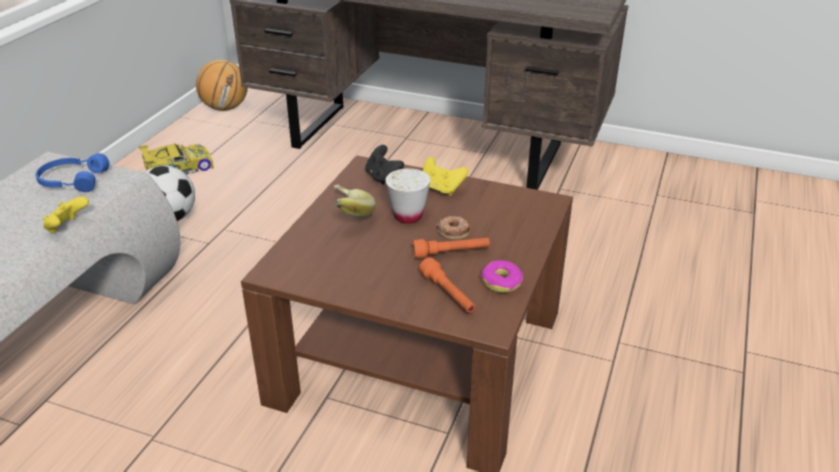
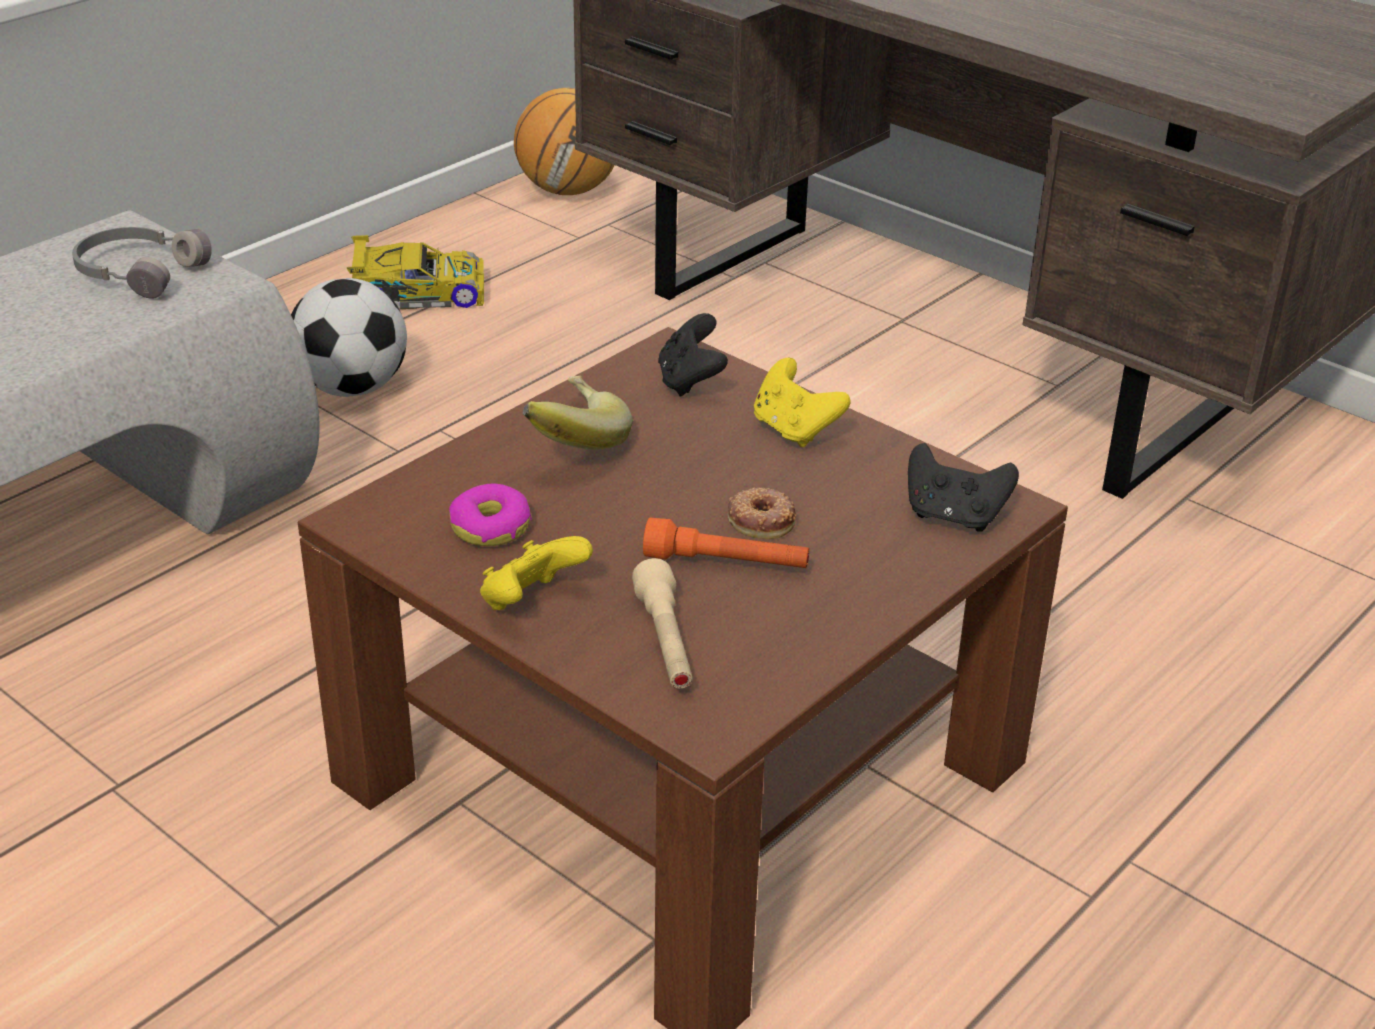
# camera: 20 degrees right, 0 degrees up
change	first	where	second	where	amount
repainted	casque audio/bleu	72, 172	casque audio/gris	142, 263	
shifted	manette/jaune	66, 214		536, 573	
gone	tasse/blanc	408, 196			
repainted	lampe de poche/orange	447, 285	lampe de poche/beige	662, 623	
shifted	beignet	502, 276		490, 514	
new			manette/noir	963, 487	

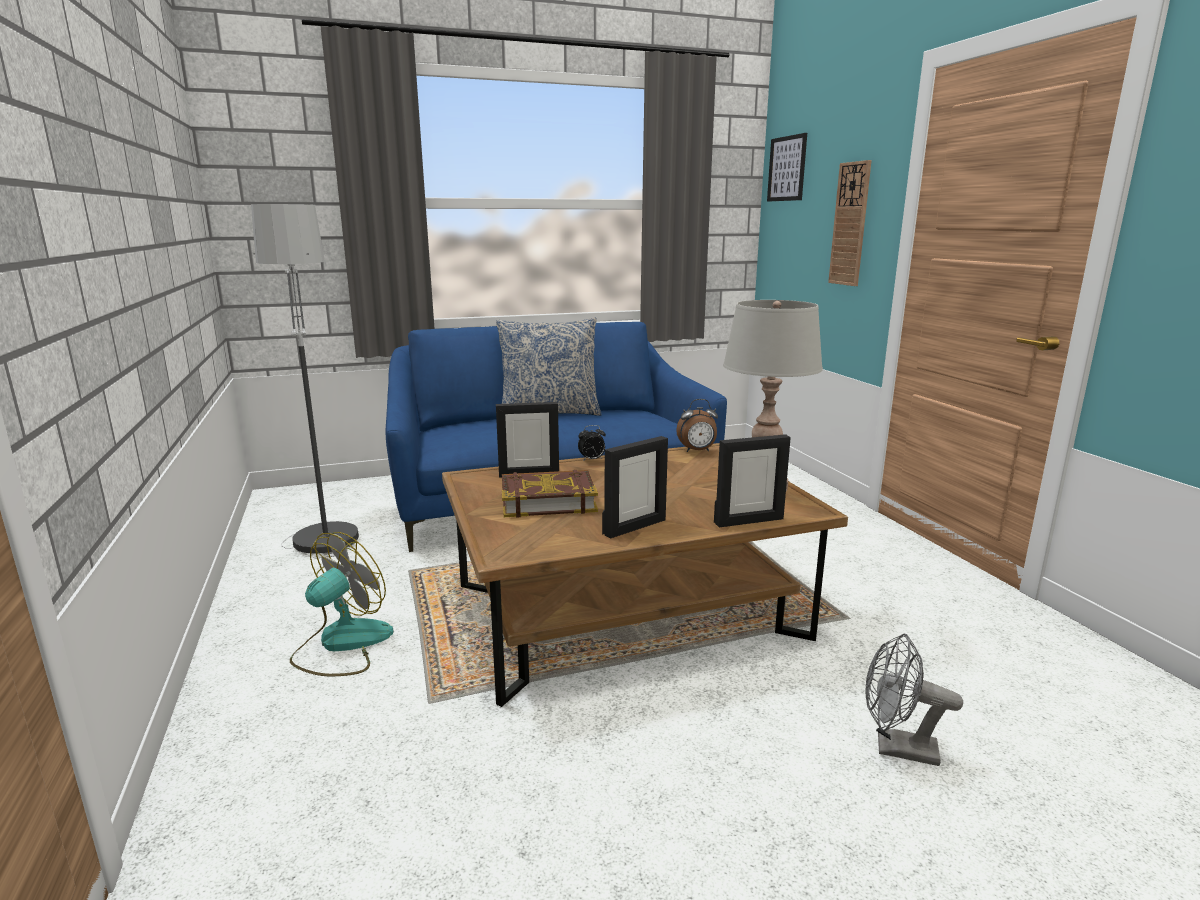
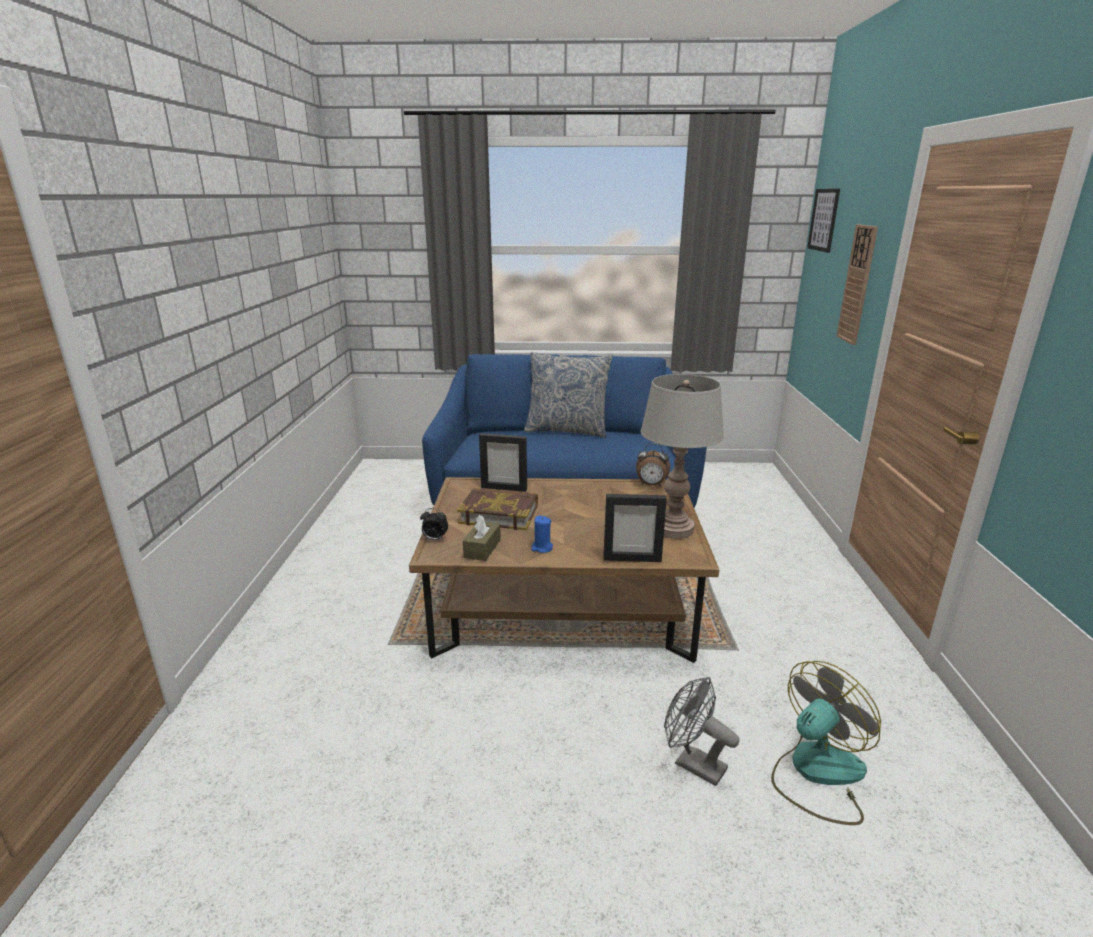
# camera: 20 degrees right, 5 degrees up
change	first	where	second	where	amount
gone	lampadaire	305, 381			
shifted	ventilateur	342, 604		826, 743	
shifted	réveil	592, 442		434, 524	
swapped	cadre photo	635, 487	bougie/bleu	542, 534	
new			boîte à mouchoirs/marron	482, 537	

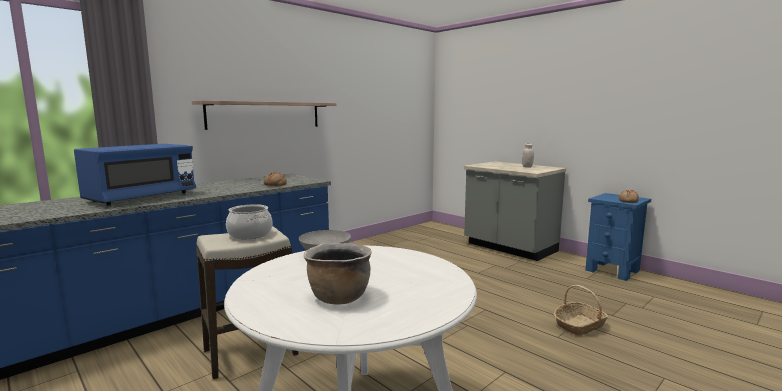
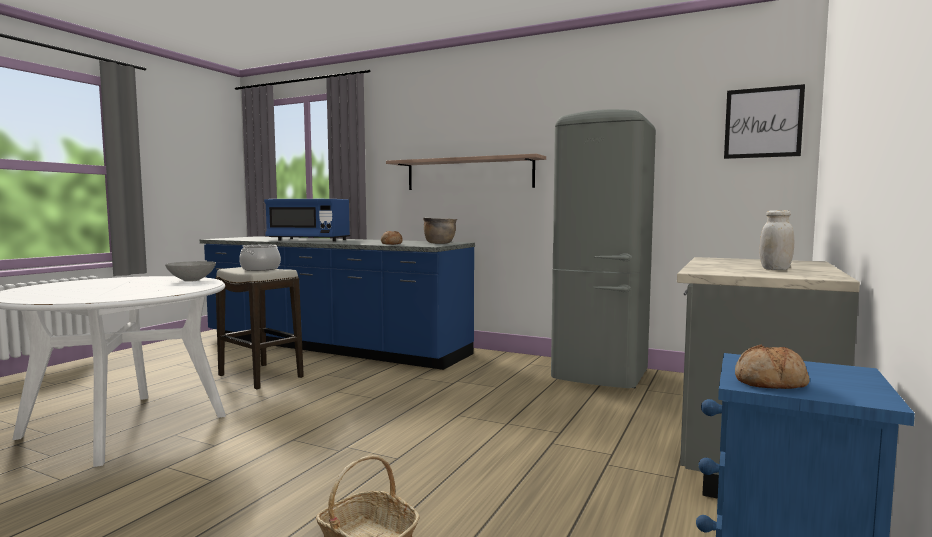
# camera: 70 degrees right, 5 degrees down
change	first	where	second	where	amount
shifted	marmite/marron	338, 274		440, 230	
new			réfrigérateur/gris	603, 248	
new			tableau	764, 121	

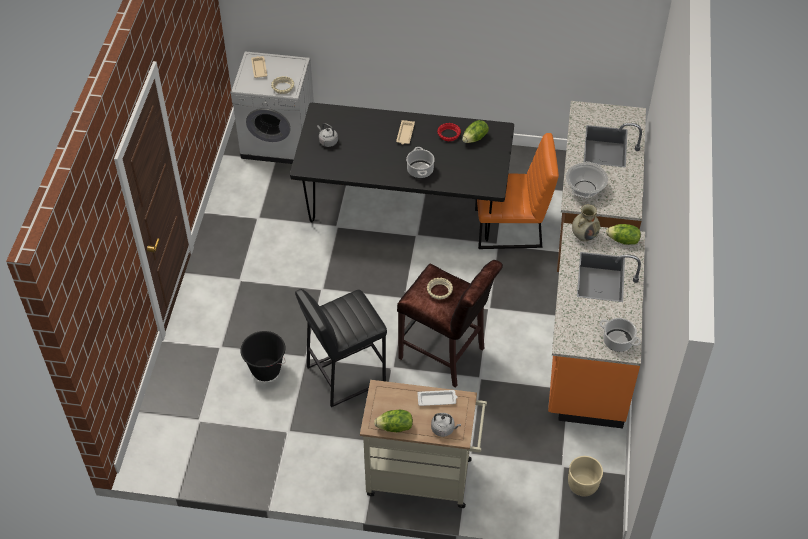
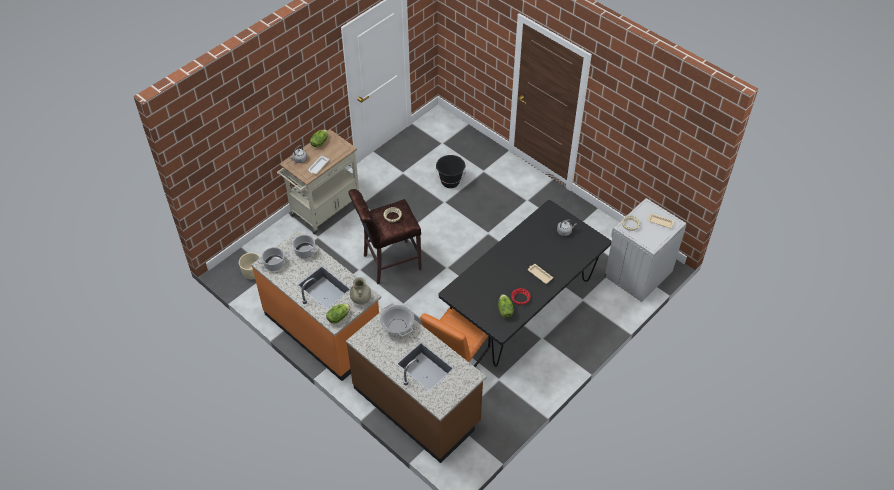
# camera: 125 degrees right, 0 degrees up
change	first	where	second	where	amount
gone	tabouret/noir	341, 348			
shifted	marmite	420, 162		304, 246	

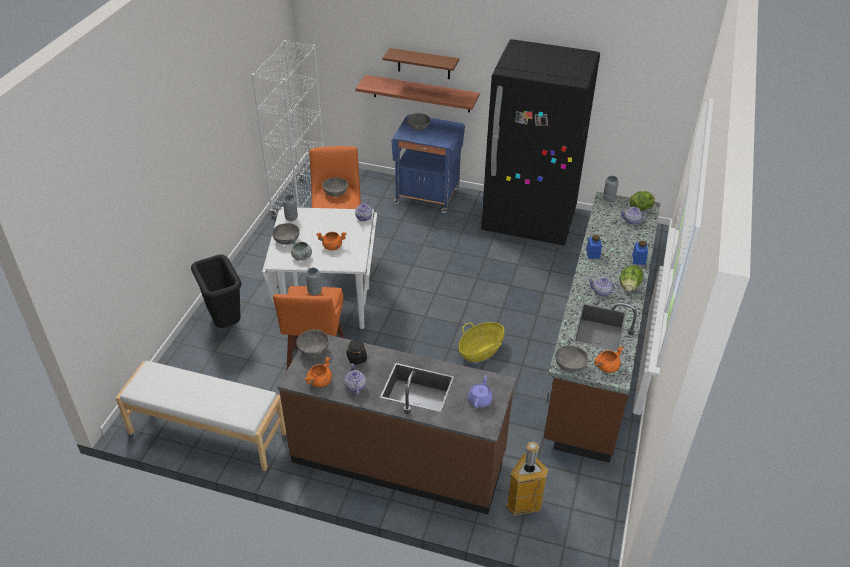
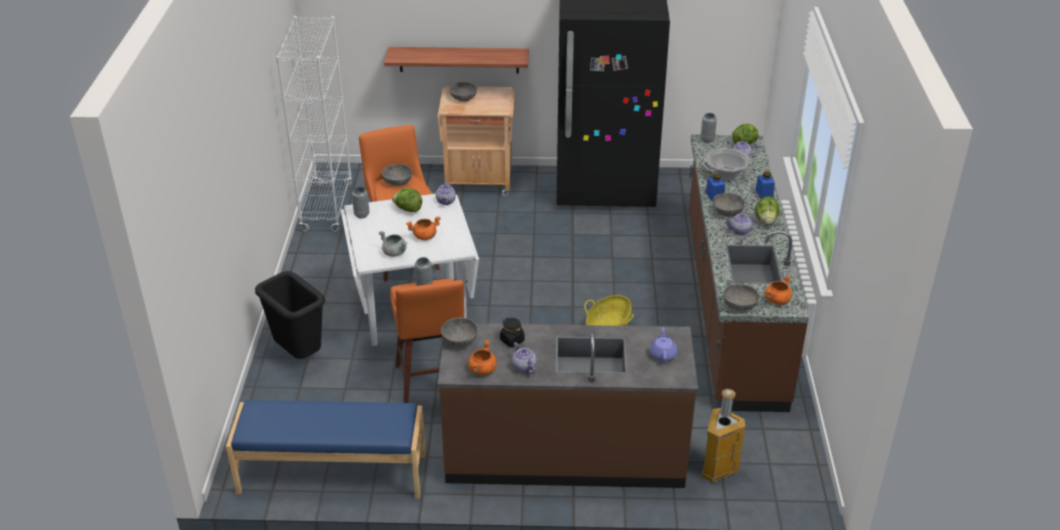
# camera: 15 degrees left, 5 degrees down
change	first	where	second	where	amount
repainted	banc/blanc	201, 416	banc/bleu	326, 449	
shifted	bol/gris	286, 234		729, 204	
gone	étagère/marron	420, 63			
repainted	chariot/bleu	428, 163	chariot/marron	476, 141	
new			laitue	407, 200	
new			marmite	727, 164	

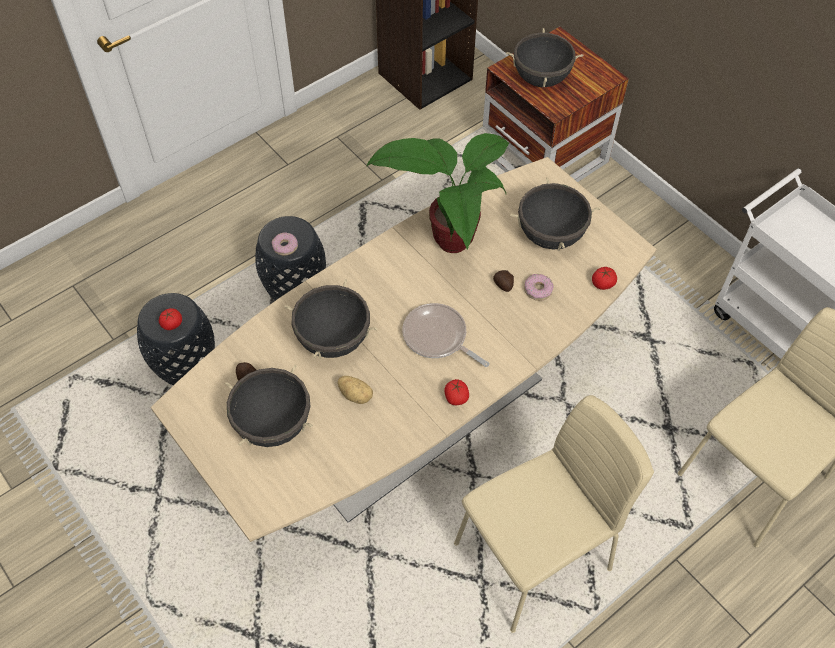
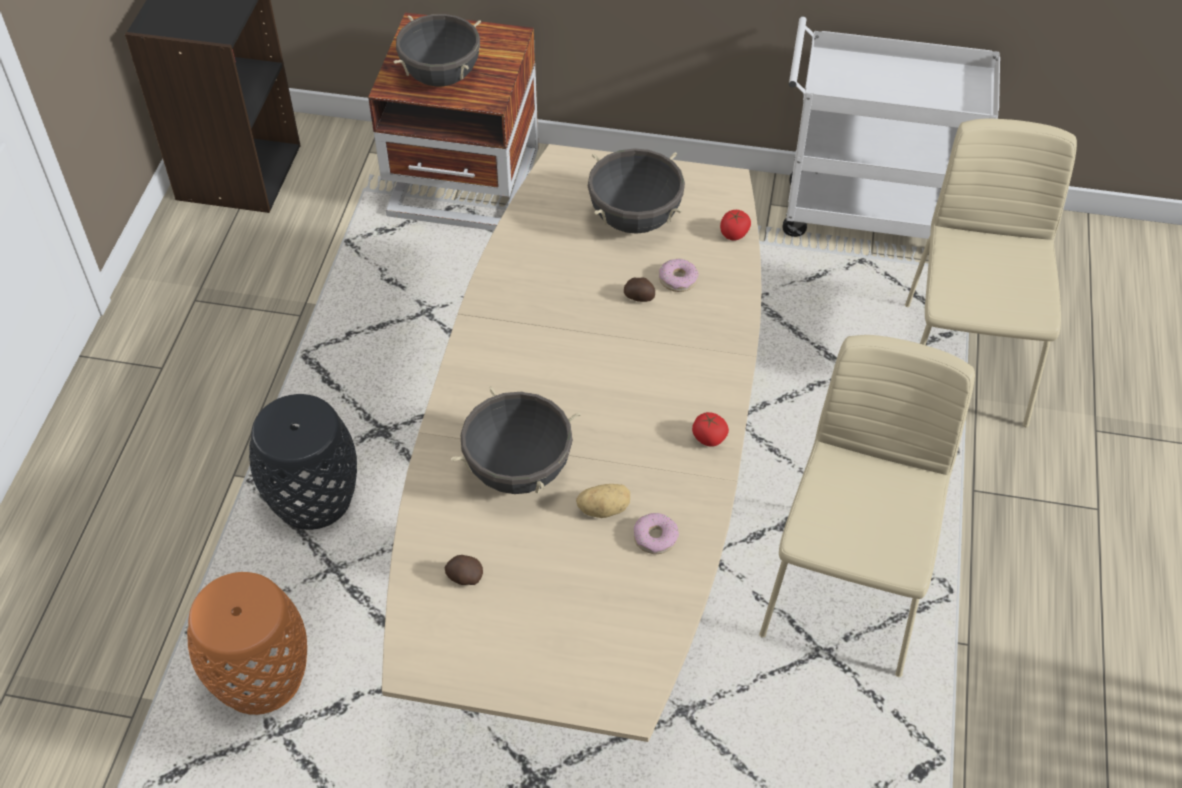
# camera: 40 degrees left, 5 degrees down
change	first	where	second	where	amount
repainted	tabouret/noir	176, 339	tabouret/orange	247, 643	
gone	tomate	170, 319			
gone	marmite/noir	269, 406			
shifted	beignet	285, 243		656, 533	
gone	plante en pot	438, 193			
gone	poêle	445, 335			

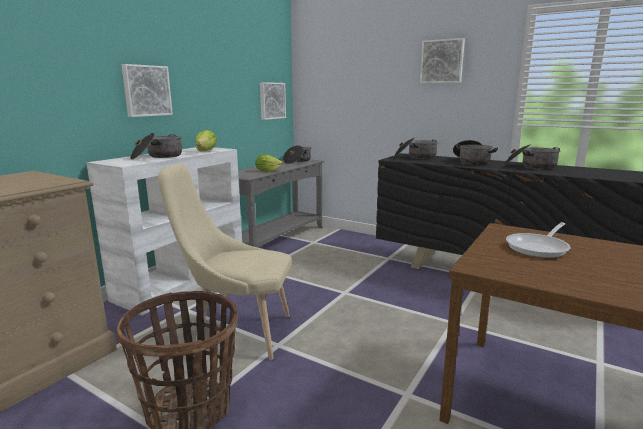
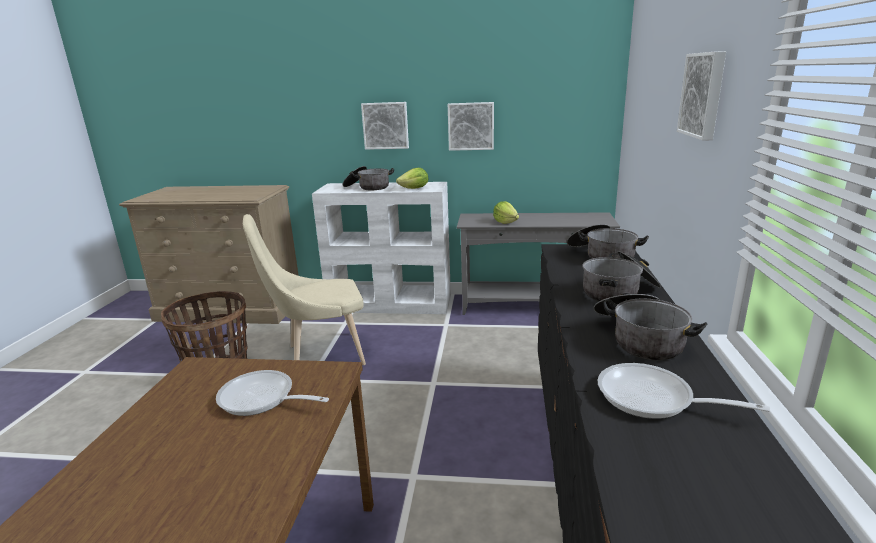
# camera: 65 degrees right, 5 degrees up
change	first	where	second	where	amount
rotated	chaise/beige	225, 262		304, 289	90 degrees counterclockwise
shifted	tableau	273, 101		471, 126	
gone	marmite	297, 154			
new			poêle	684, 391	

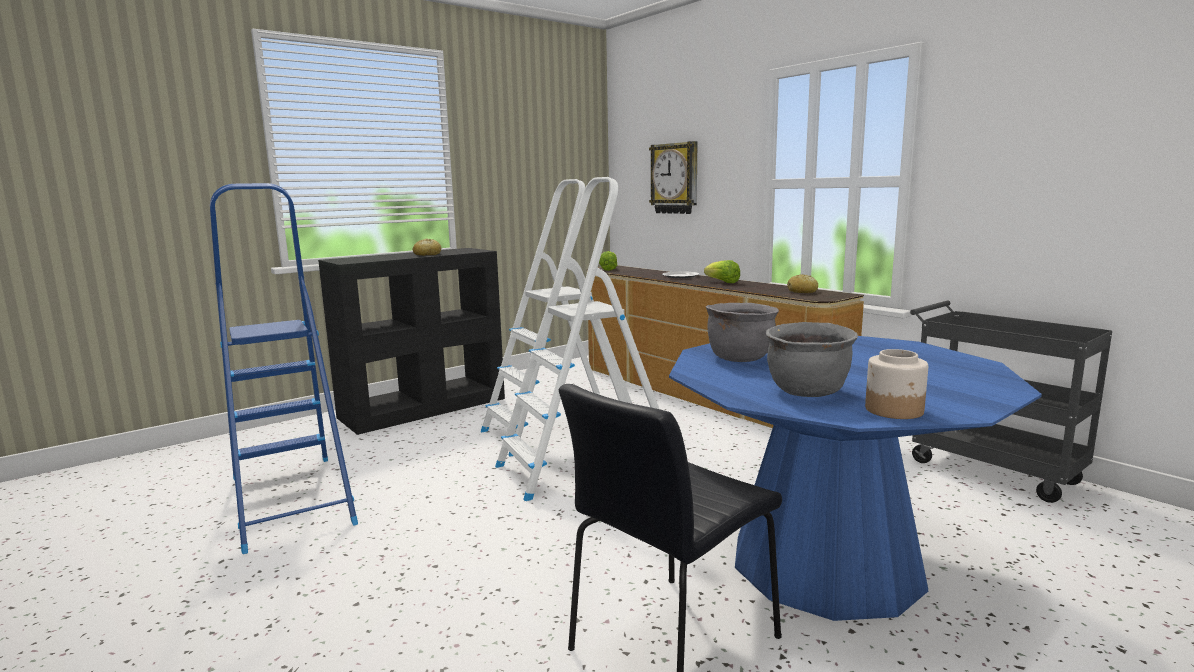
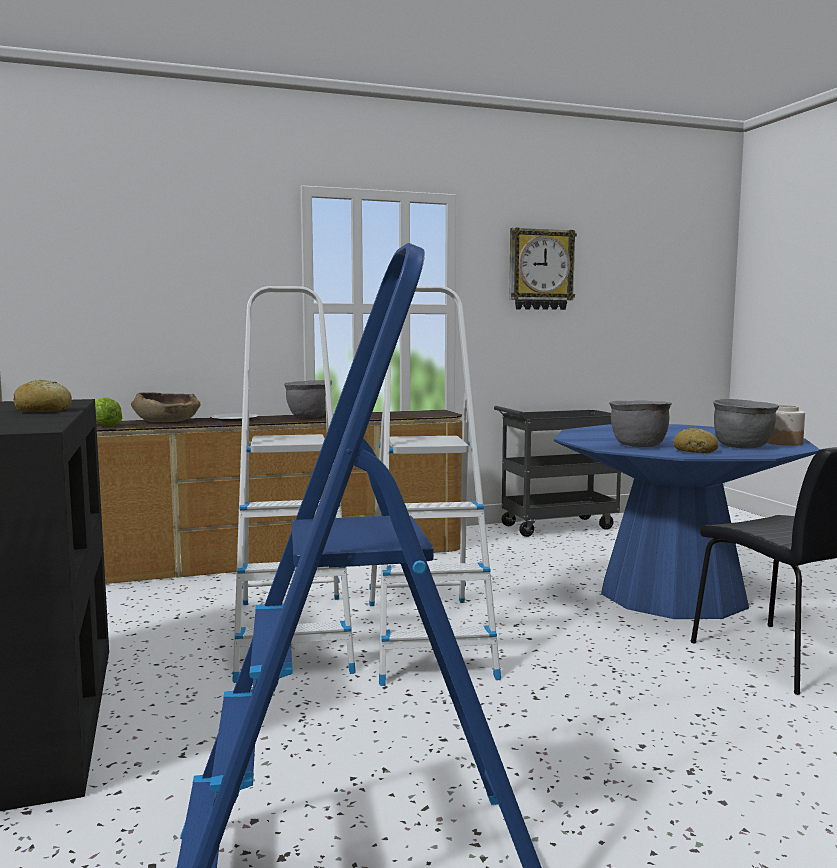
# camera: 70 degrees left, 5 degrees down
change	first	where	second	where	amount
shifted	horloge murale	673, 177		543, 268	
swapped	laitue	722, 271	marmite/gris	308, 399	
shifted	pain	802, 283		696, 440	
new			bol/marron	166, 407	

